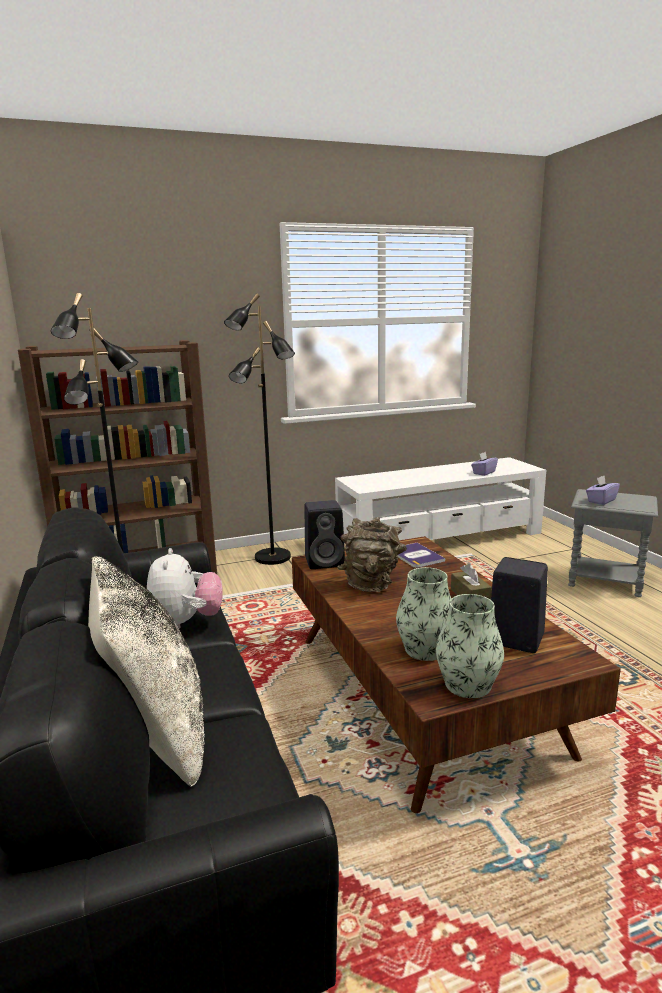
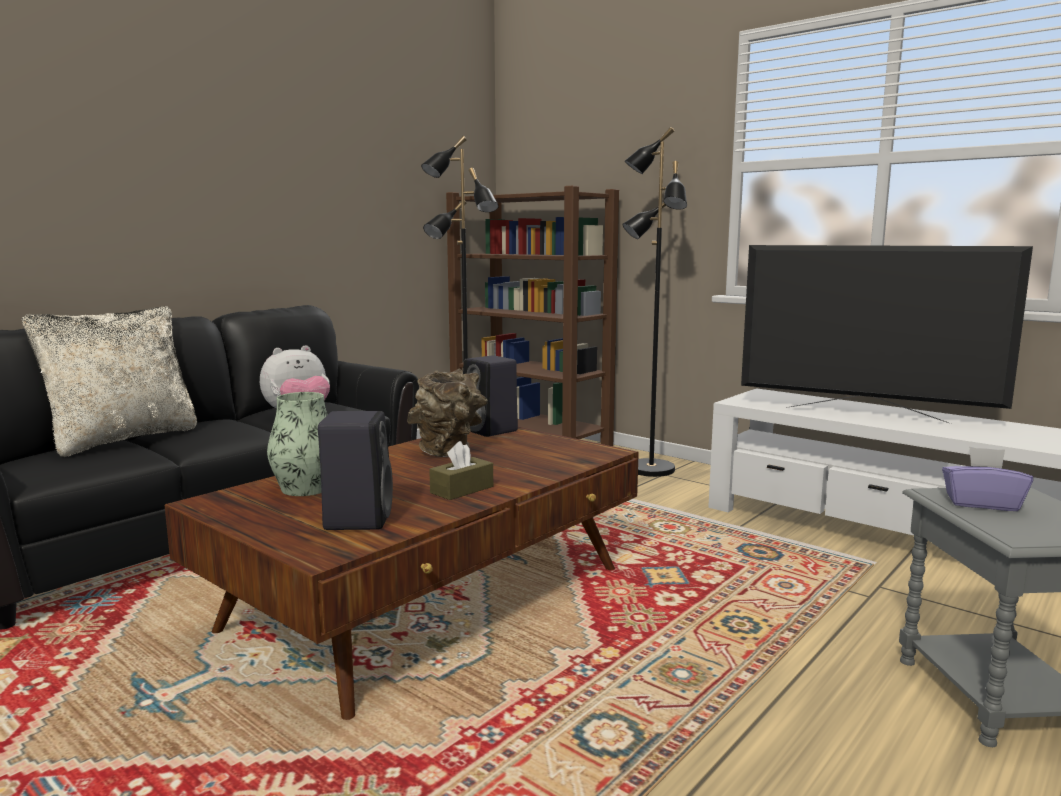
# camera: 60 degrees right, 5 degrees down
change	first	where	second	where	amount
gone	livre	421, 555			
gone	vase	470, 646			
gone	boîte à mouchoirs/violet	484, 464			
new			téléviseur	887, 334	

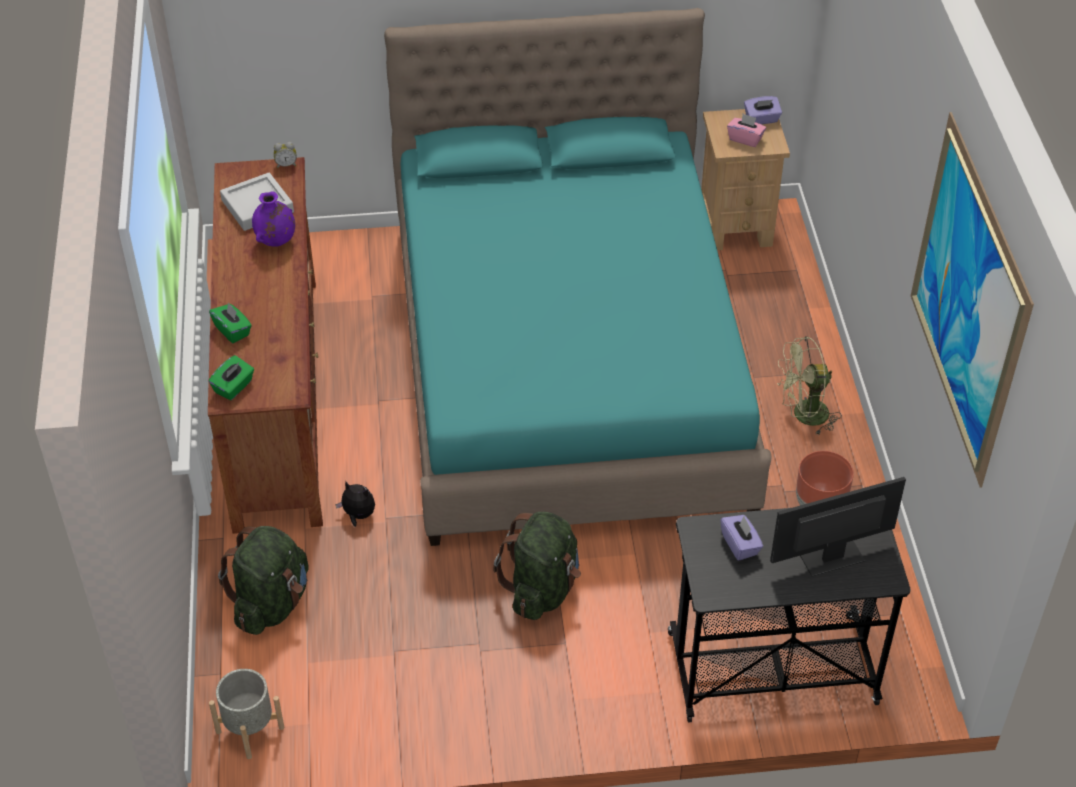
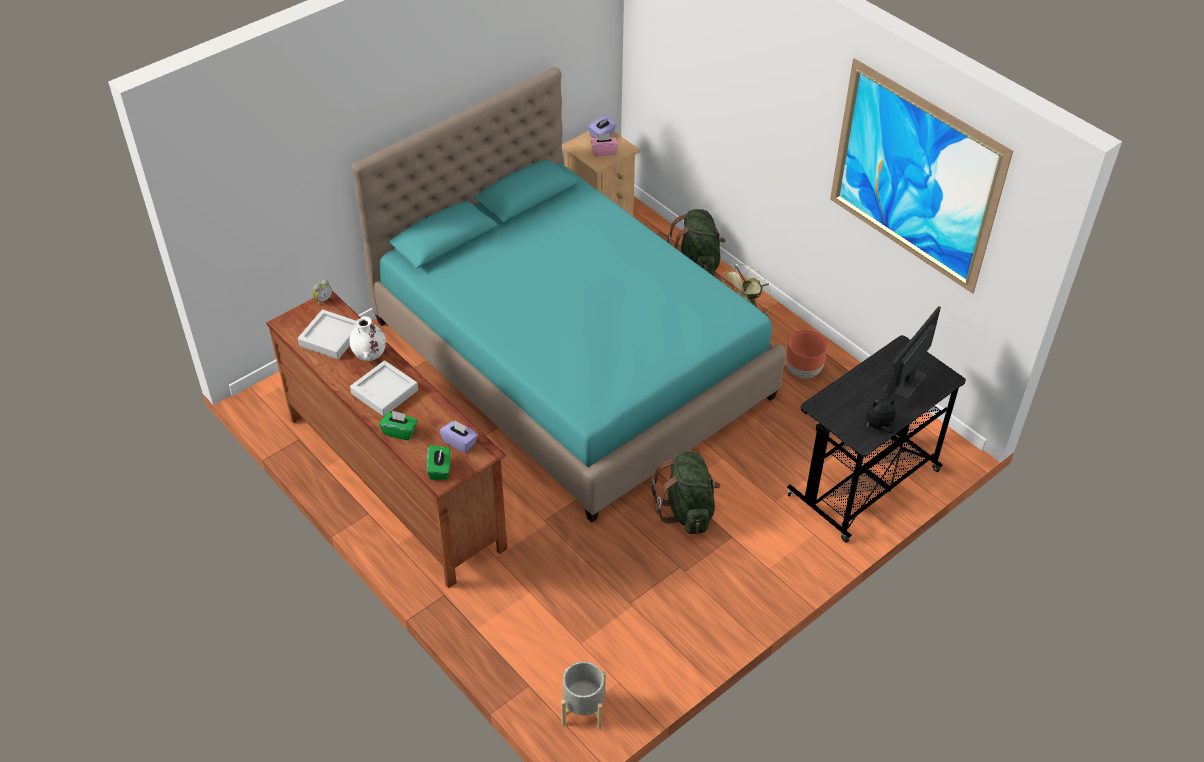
# camera: 35 degrees left, 0 degrees up
change	first	where	second	where	amount
shifted	sac à dos/vert	263, 580		696, 242	
repainted	vase/violet	273, 218	vase/blanc	367, 338	
shifted	peluche	355, 504		881, 415	
shifted	boîte à mouchoirs/violet	741, 538		459, 436	
new			plateau/gris	384, 388	

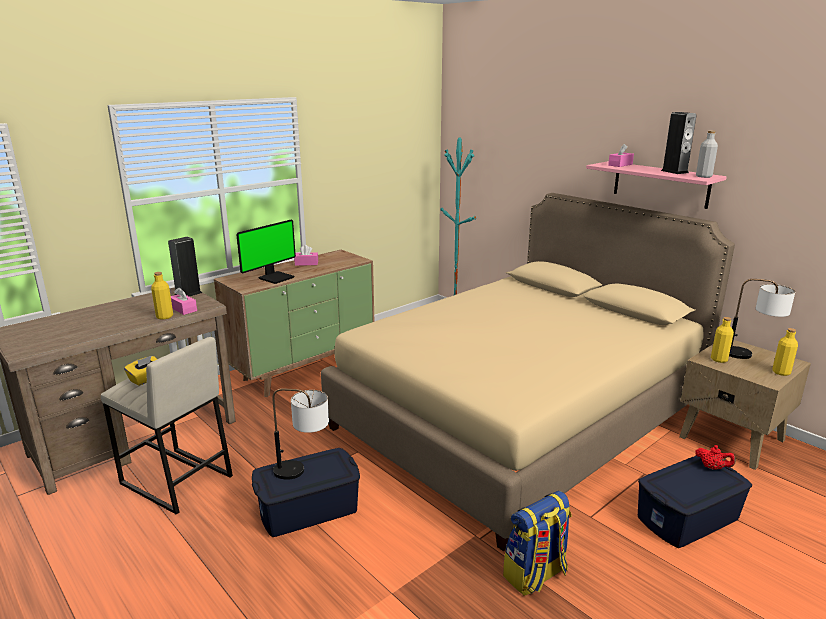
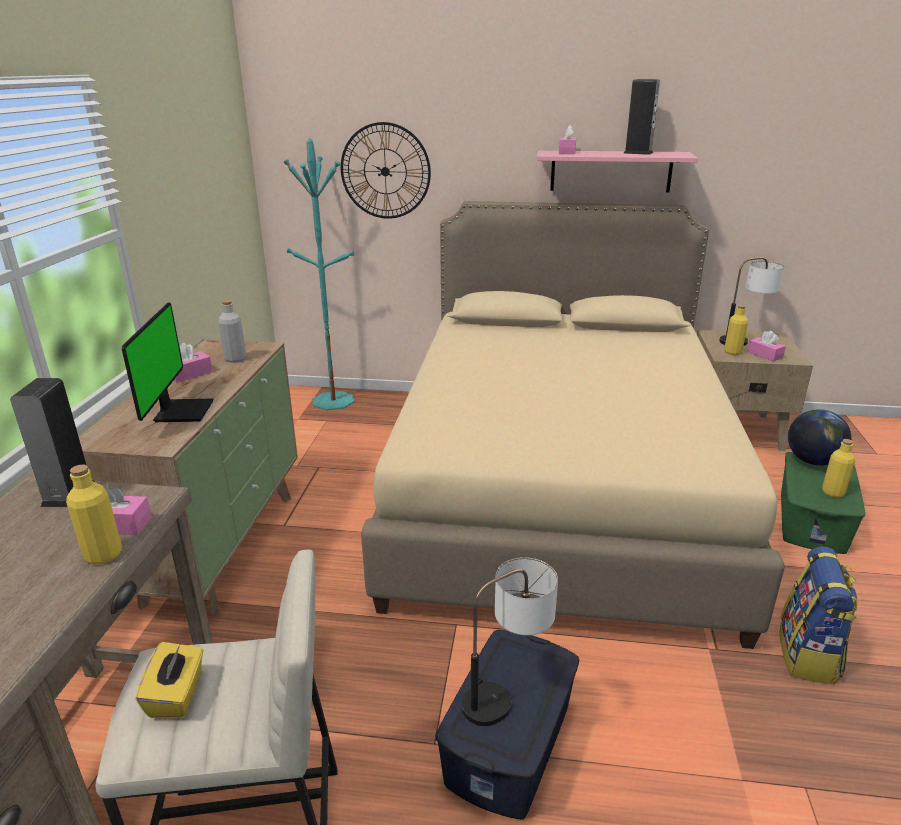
# camera: 40 degrees left, 5 degrees up
change	first	where	second	where	amount
repainted	boîte de rangement/bleu	695, 502	boîte de rangement/vert	823, 503	
swapped	théière/rouge	715, 457	globe	819, 437	
shifted	bouteille/gris	707, 154		232, 331	
shifted	bouteille/jaune	785, 352		838, 468	
new			horloge murale	386, 170	
new			boîte à mouchoirs/rose	766, 346	

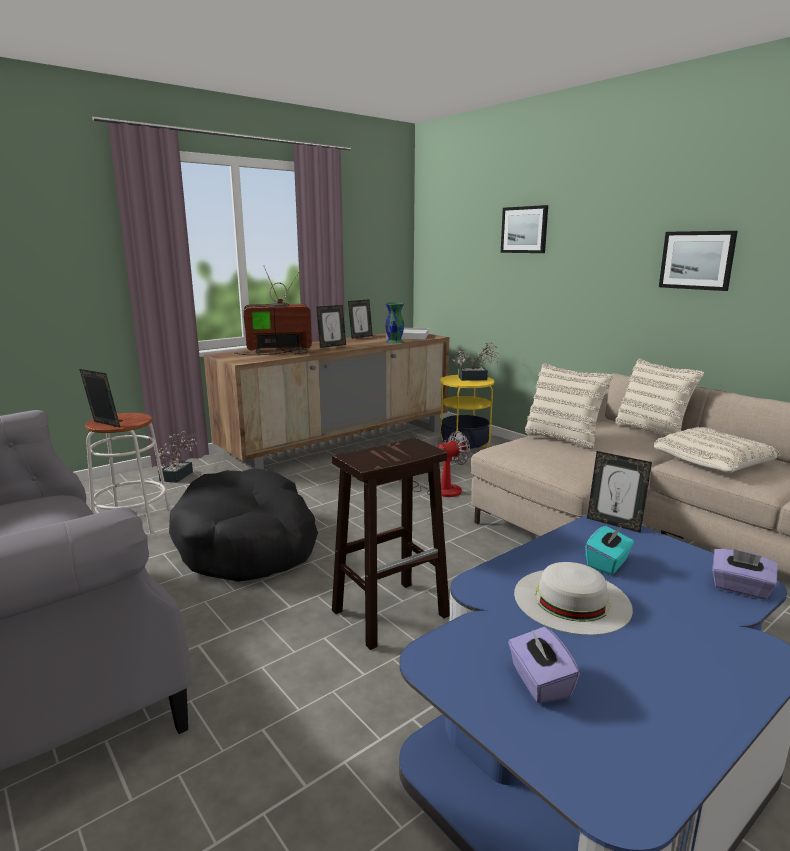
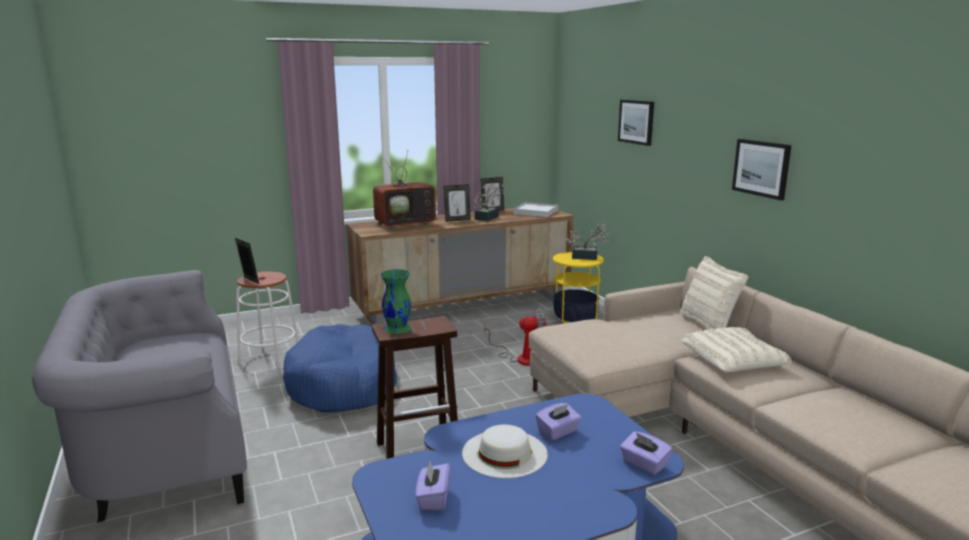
# camera: 15 degrees right, 0 degrees up
change	first	where	second	where	amount
shifted	plante en pot	177, 457		489, 202	
repainted	panier pour chien/noir	243, 525	panier pour chien/bleu	340, 368	
rotated	téléviseur	273, 310		405, 190	150 degrees clockwise
shifted	vase/vert	394, 322		396, 301	
gone	coussin/beige	569, 406			
repainted	boîte à mouchoirs/turquoise	609, 550	boîte à mouchoirs/violet	558, 421	
gone	cadre photo	619, 492			

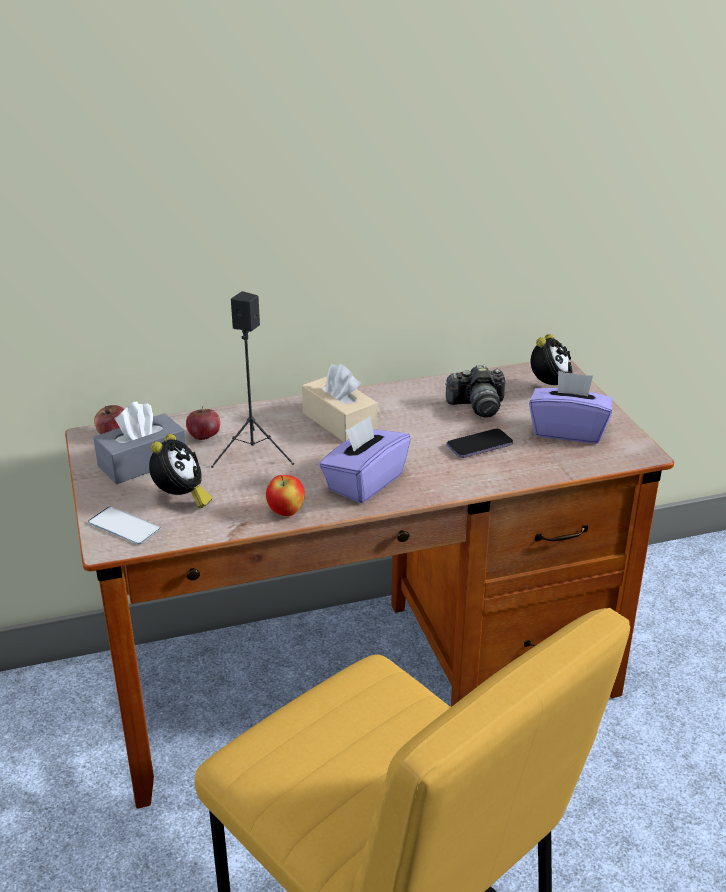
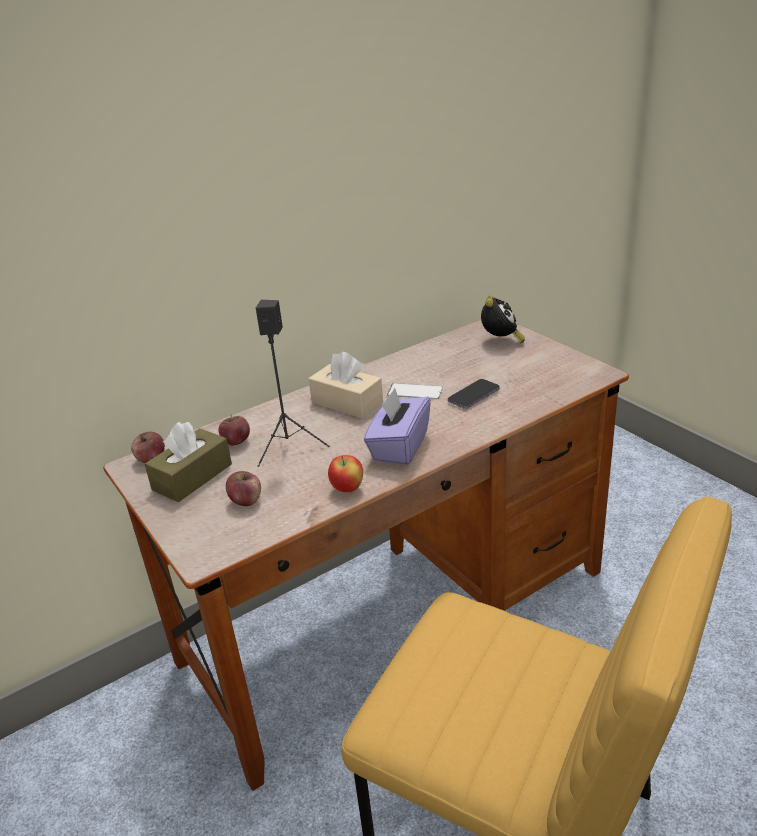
# camera: 15 degrees left, 0 degrees up
change	first	where	second	where	amount
shifted	téléphone	124, 525		415, 391	
repainted	boîte à mouchoirs/gris	139, 442	boîte à mouchoirs/marron	188, 462	
swapped	réveil	180, 471	pomme	243, 488	
gone	appareil photo	475, 391			
gone	boîte à mouchoirs/violet	571, 407			

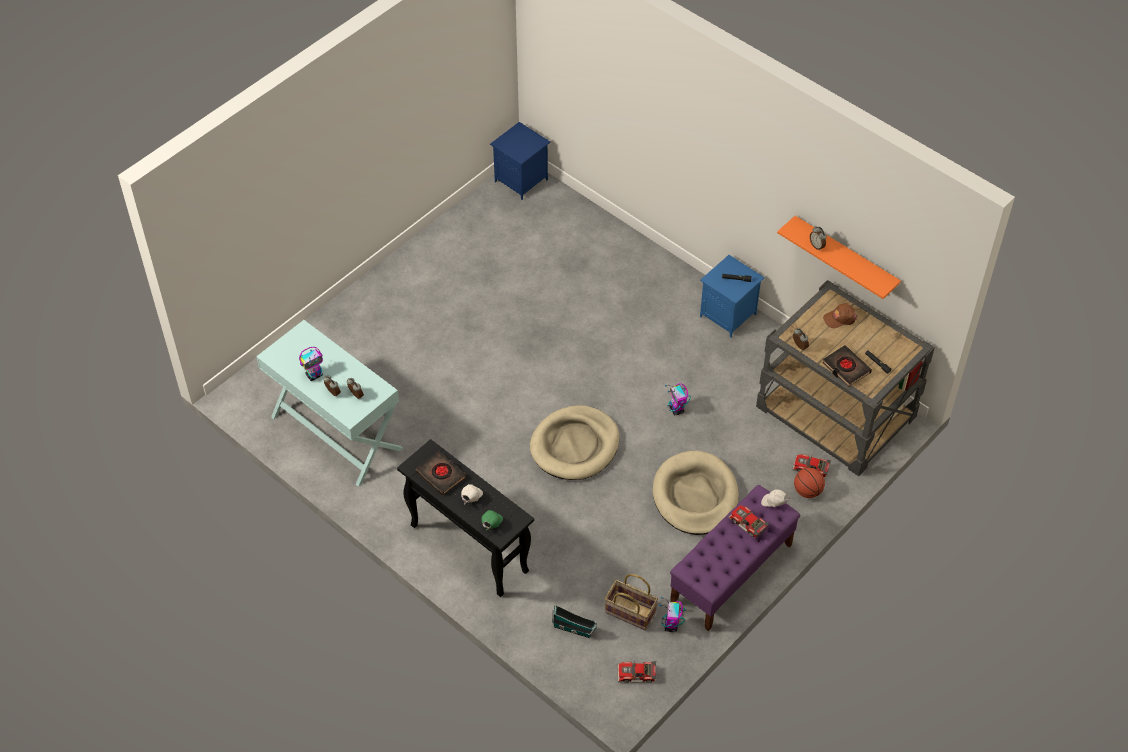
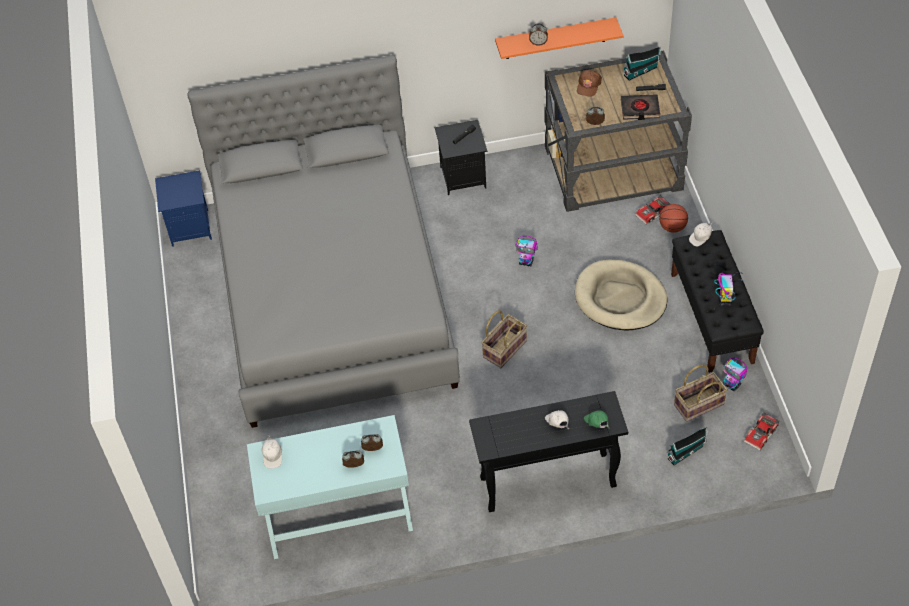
# camera: 50 degrees left, 0 degrees up
change	first	where	second	where	amount
shifted	robot jouet	311, 364		728, 289	
gone	livre/noir	441, 473			
swapped	panier pour chien/beige	575, 442	panier	504, 339	
repainted	banc/violet	735, 558	banc/noir	717, 301	
repainted	table de chevet/bleu	732, 296	table de chevet/noir	461, 157	
gone	petite voiture	748, 521			
new			lit/gris	323, 241	
new			casquette/blanc	272, 451	
new			maison miniature	642, 63	

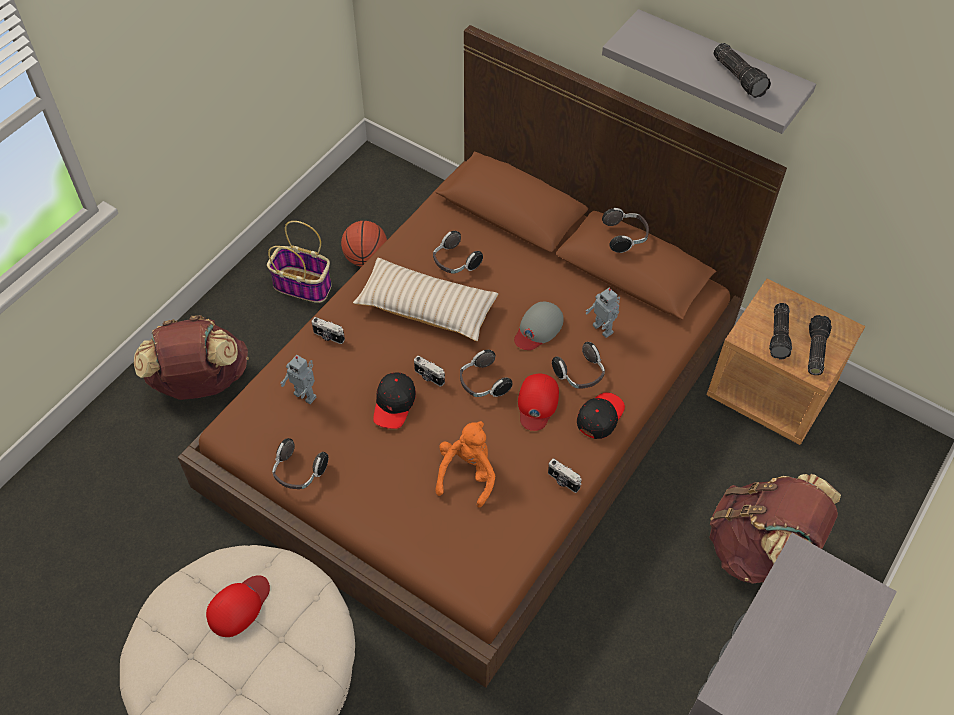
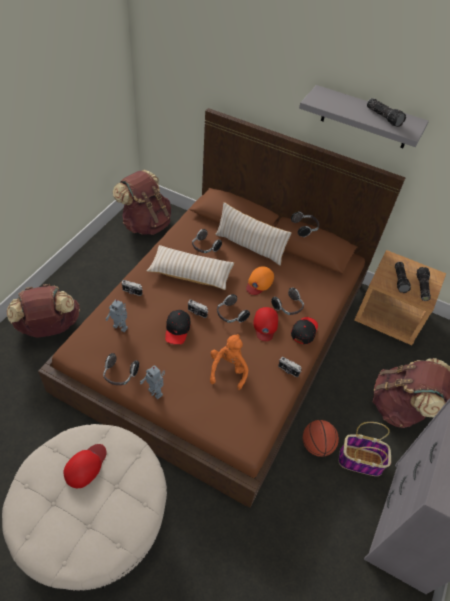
# camera: 10 degrees left, 5 degrees down
change	first	where	second	where	amount
shifted	panier	299, 262		365, 449	
shifted	ballon de basket	364, 244		321, 438	
repainted	casquette/gris	539, 326	casquette/orange	260, 280	
shifted	robot jouet	602, 313		152, 382	
new			sac à dos/marron	142, 202	
new			coussin/beige	253, 234	

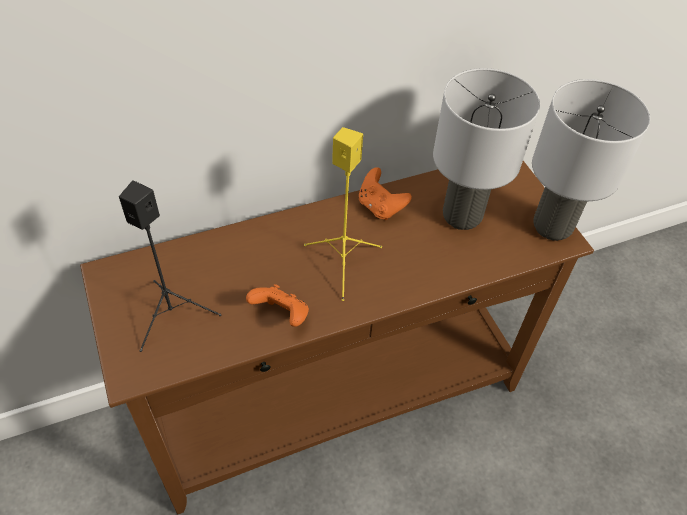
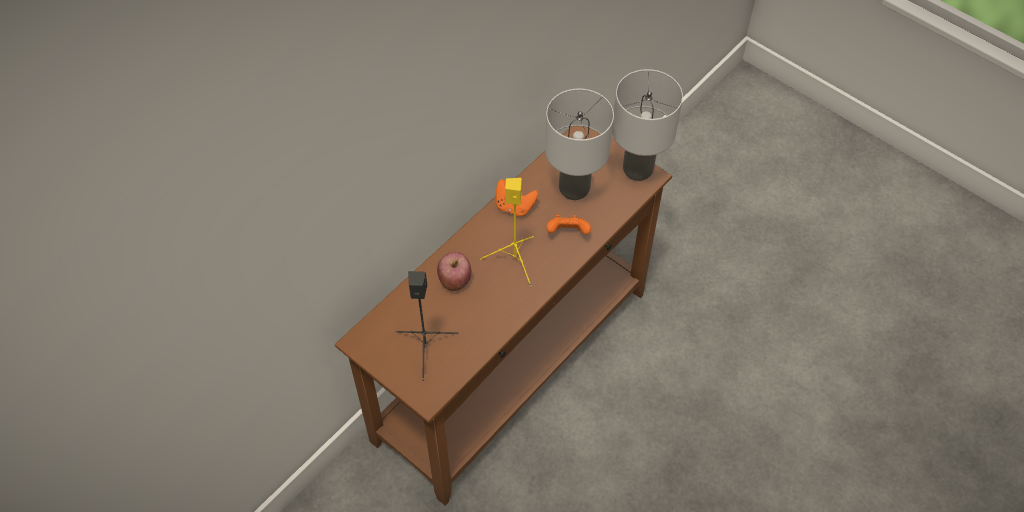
# camera: 25 degrees left, 5 degrees up
change	first	where	second	where	amount
shifted	manette/orange	277, 305		569, 225	
new			pomme	454, 271	

